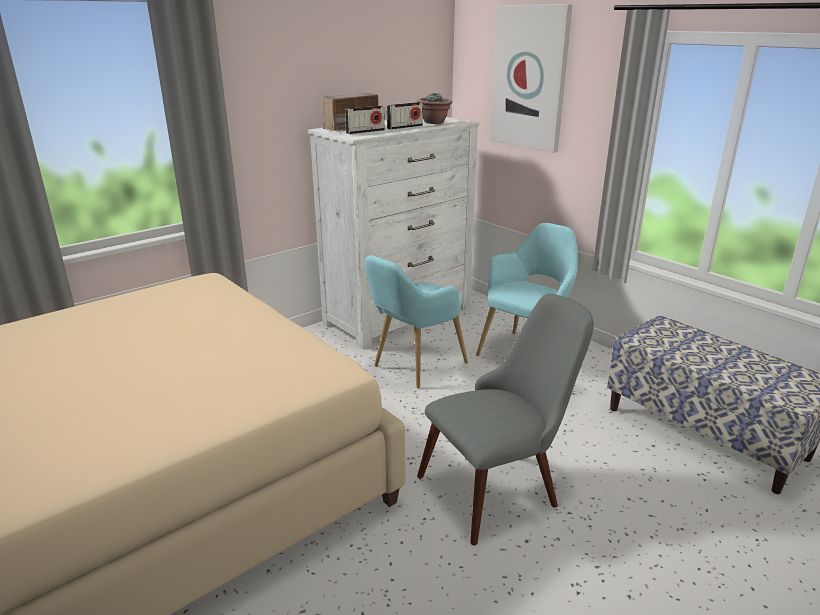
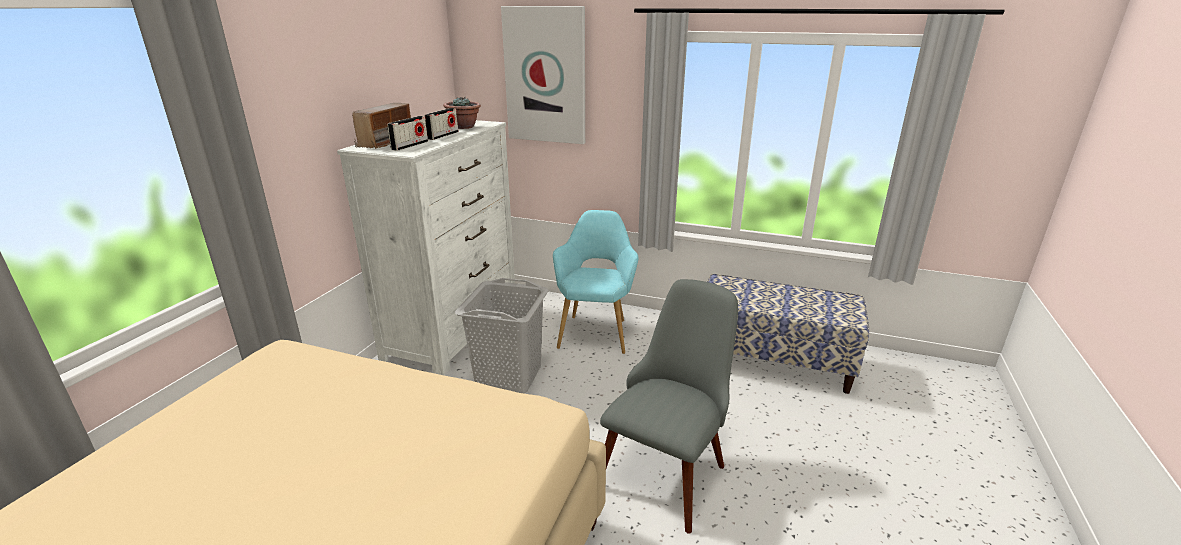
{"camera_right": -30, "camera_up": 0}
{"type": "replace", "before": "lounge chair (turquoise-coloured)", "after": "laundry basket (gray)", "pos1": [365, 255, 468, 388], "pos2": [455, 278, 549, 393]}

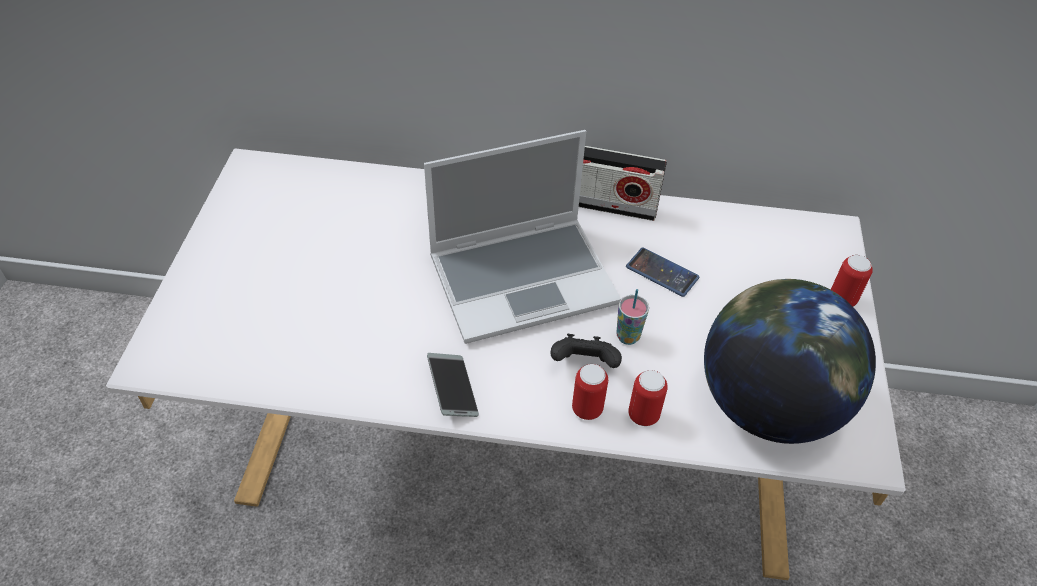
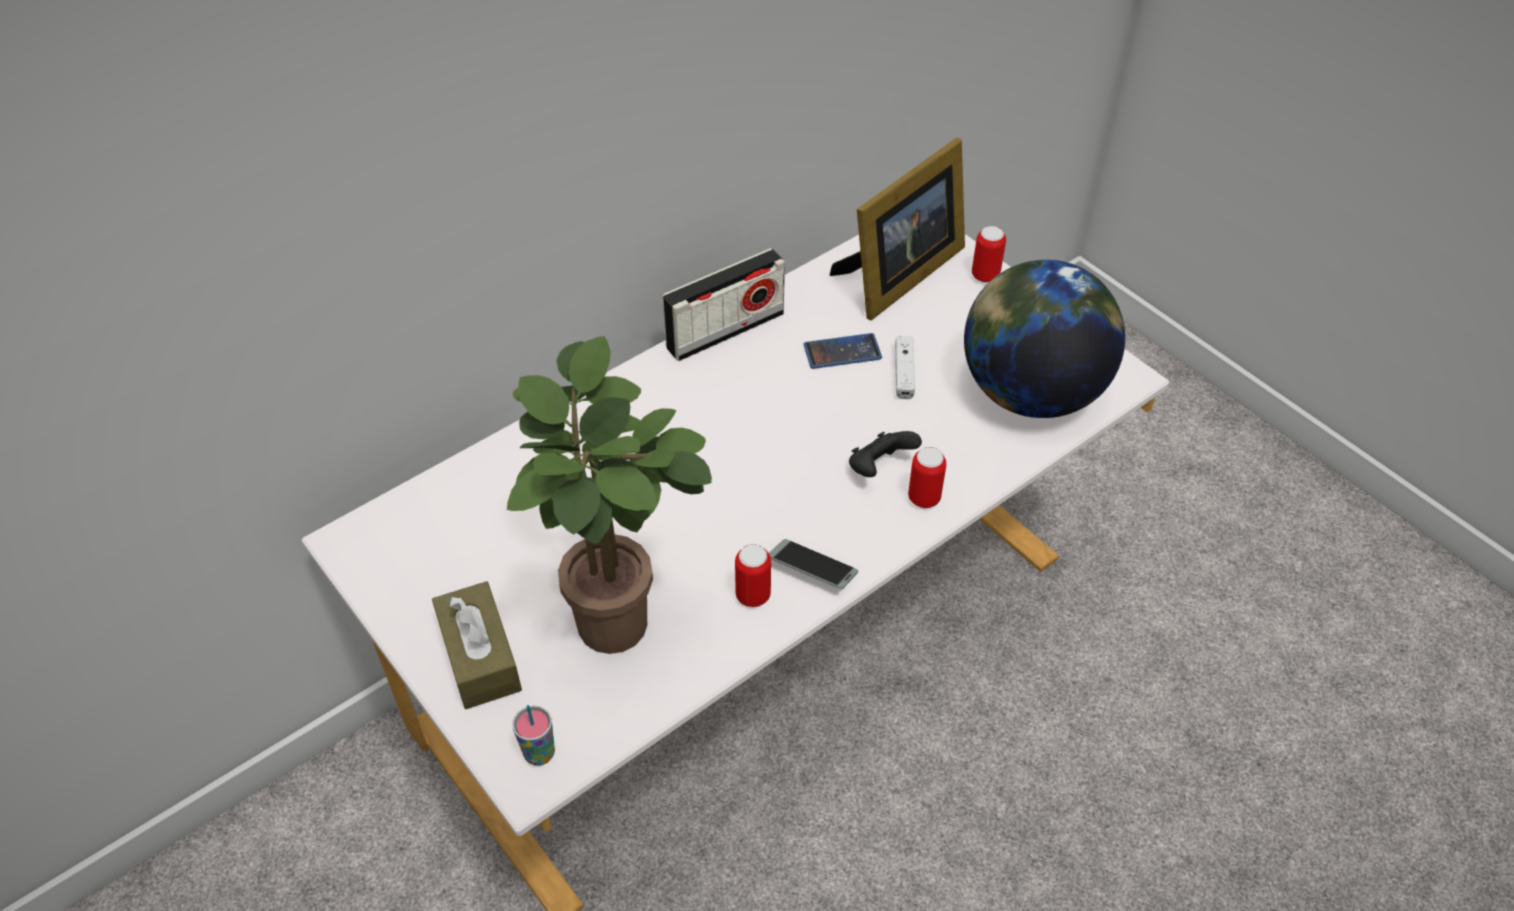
{"camera_right": -45, "camera_up": 0}
{"type": "delete", "before": "laptop", "pos1": [424, 130, 621, 344]}
{"type": "move", "before": "drinking cup", "pos1": [616, 289, 649, 345], "pos2": [512, 705, 555, 766]}
{"type": "move", "before": "can", "pos1": [628, 370, 668, 426], "pos2": [735, 544, 771, 607]}
{"type": "insert", "after": "box of tissues (brownish)", "pos2": [432, 581, 522, 709]}
{"type": "insert", "after": "plant in a pot", "pos2": [507, 336, 712, 654]}
{"type": "insert", "after": "picture frame", "pos2": [830, 137, 965, 320]}
{"type": "insert", "after": "gamepad (white-coloured)", "pos2": [895, 336, 915, 399]}

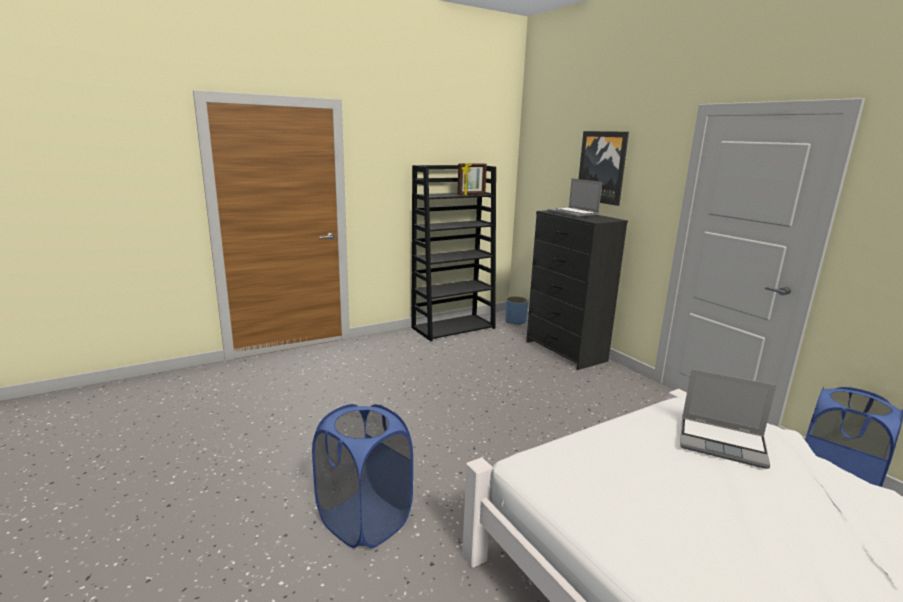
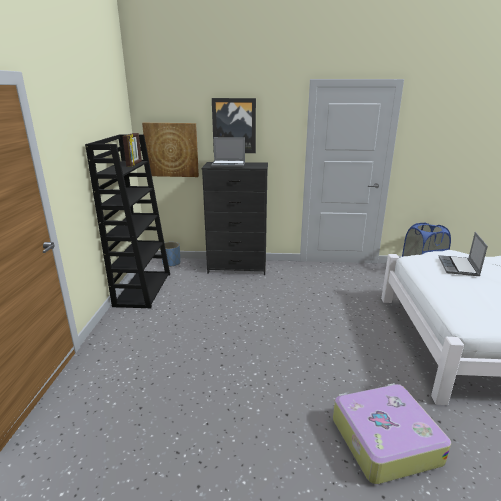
{"camera_right": -55, "camera_up": 5}
{"type": "replace", "before": "laundry basket (blue)", "after": "suitcase", "pos1": [312, 404, 413, 548], "pos2": [333, 383, 451, 484]}
{"type": "rotate", "before": "laptop", "pos1": [680, 369, 776, 469], "pos2": [439, 232, 488, 276], "turn": 135}
{"type": "insert", "after": "wall picture", "pos2": [142, 123, 199, 177]}

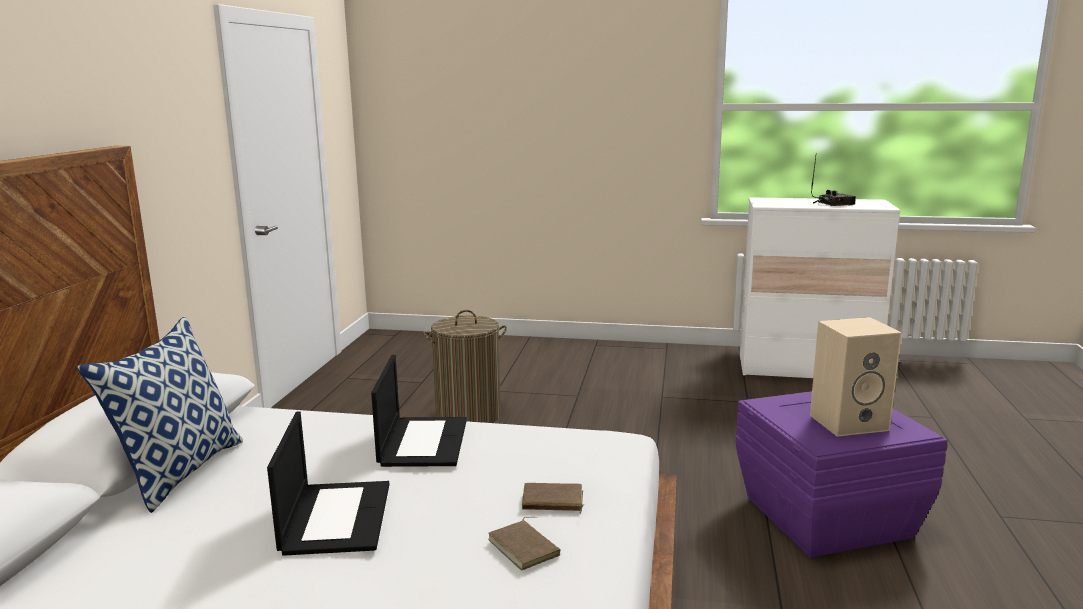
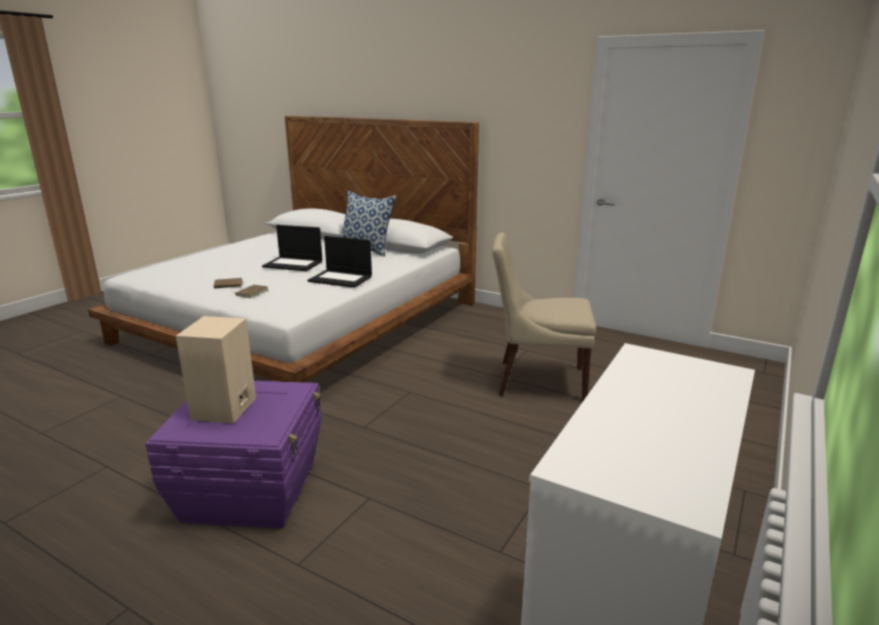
{"camera_right": 110, "camera_up": 5}
{"type": "replace", "before": "laundry basket", "after": "chair (sand-coloured)", "pos1": [423, 310, 507, 423], "pos2": [492, 233, 596, 402]}
{"type": "delete", "before": "radio receiver", "pos1": [811, 157, 856, 206]}

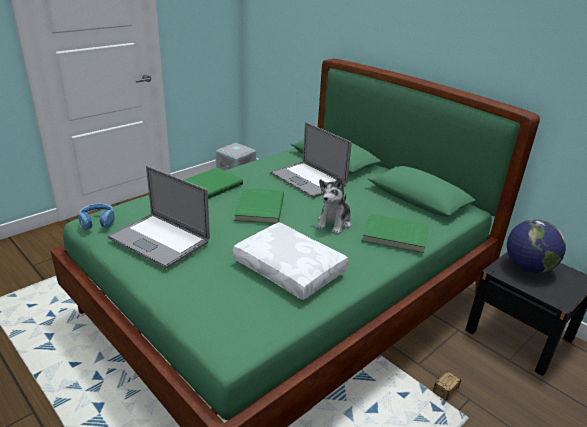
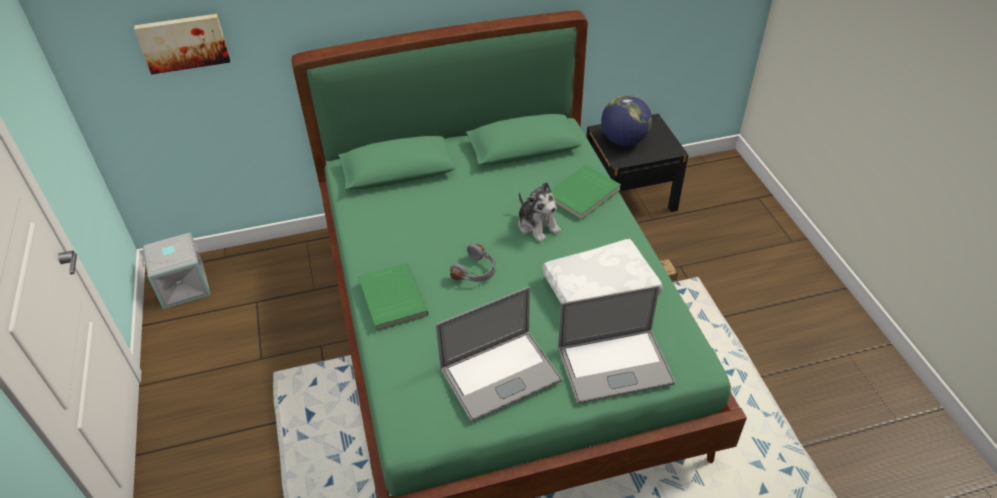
{"camera_right": -60, "camera_up": 15}
{"type": "delete", "before": "pair of headphones (blue)", "pos1": [78, 204, 115, 230]}
{"type": "replace", "before": "book (green)", "after": "pair of headphones (gray)", "pos1": [235, 188, 284, 224], "pos2": [450, 244, 496, 282]}
{"type": "move", "before": "laptop", "pos1": [270, 122, 352, 198], "pos2": [558, 285, 675, 404]}
{"type": "insert", "after": "wall picture", "pos2": [134, 14, 230, 75]}

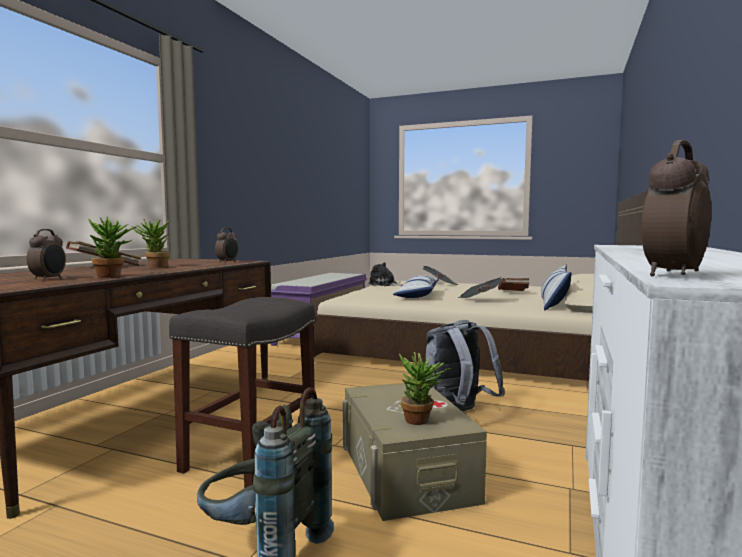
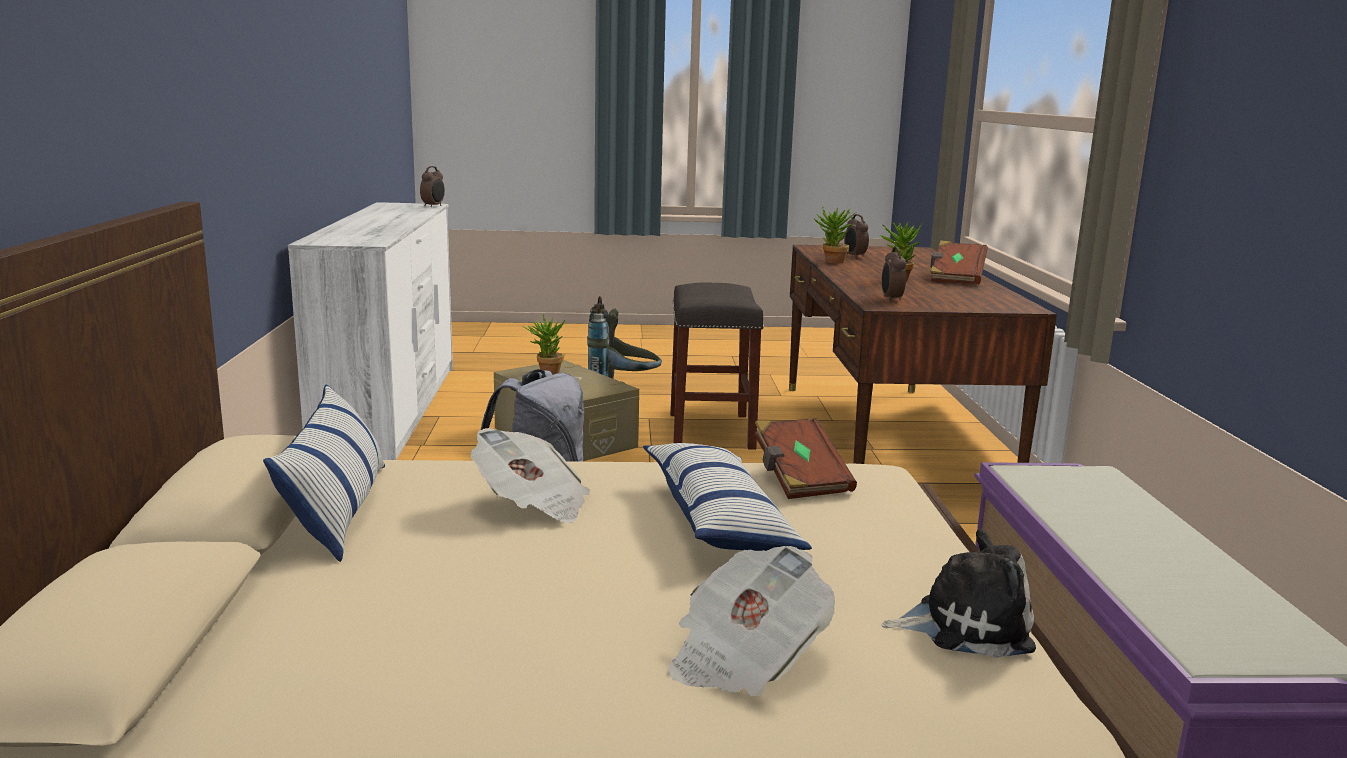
{"camera_right": 155, "camera_up": 10}
{"type": "move", "before": "book (brownish)", "pos1": [498, 278, 529, 291], "pos2": [754, 418, 857, 499]}

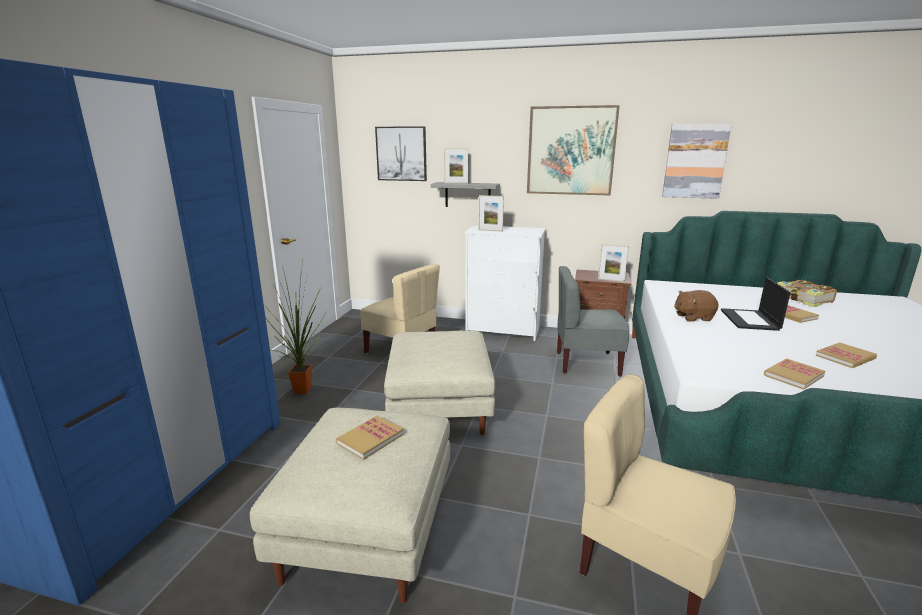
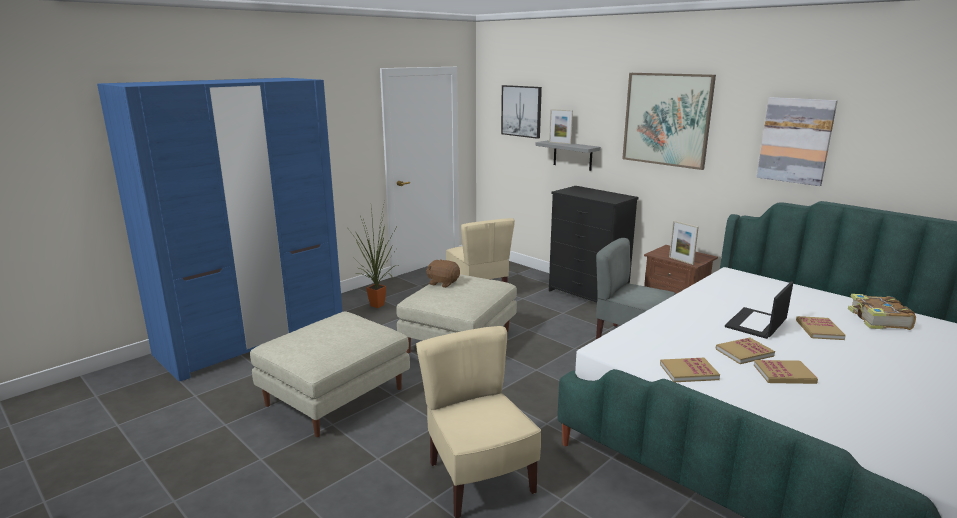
{"camera_right": 30, "camera_up": 0}
{"type": "move", "before": "book", "pos1": [336, 416, 404, 460], "pos2": [715, 337, 775, 364]}
{"type": "recolor", "before": "drawer chest (white-coloured)", "after": "drawer chest (black-coloured)", "pos1": [465, 225, 546, 341], "pos2": [549, 186, 639, 303]}
{"type": "delete", "before": "picture frame", "pos1": [479, 195, 504, 232]}
{"type": "move", "before": "plush toy (brownish)", "pos1": [674, 290, 718, 322], "pos2": [426, 259, 460, 288]}

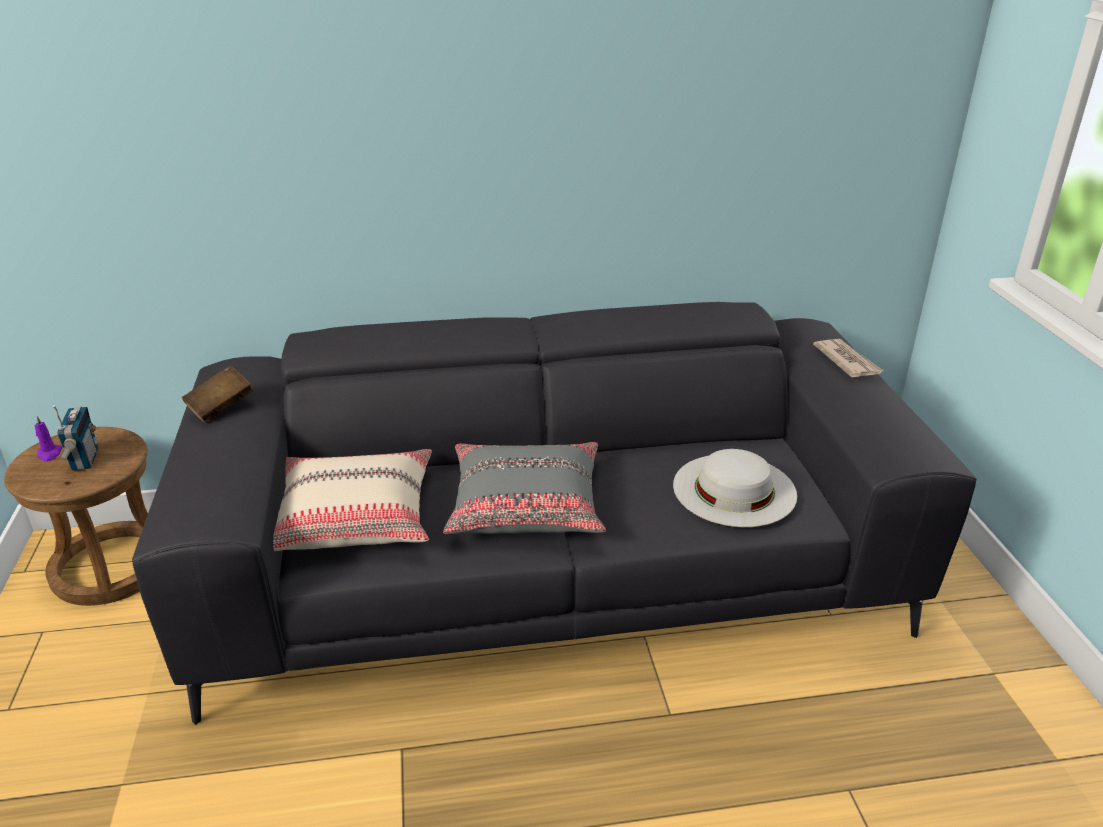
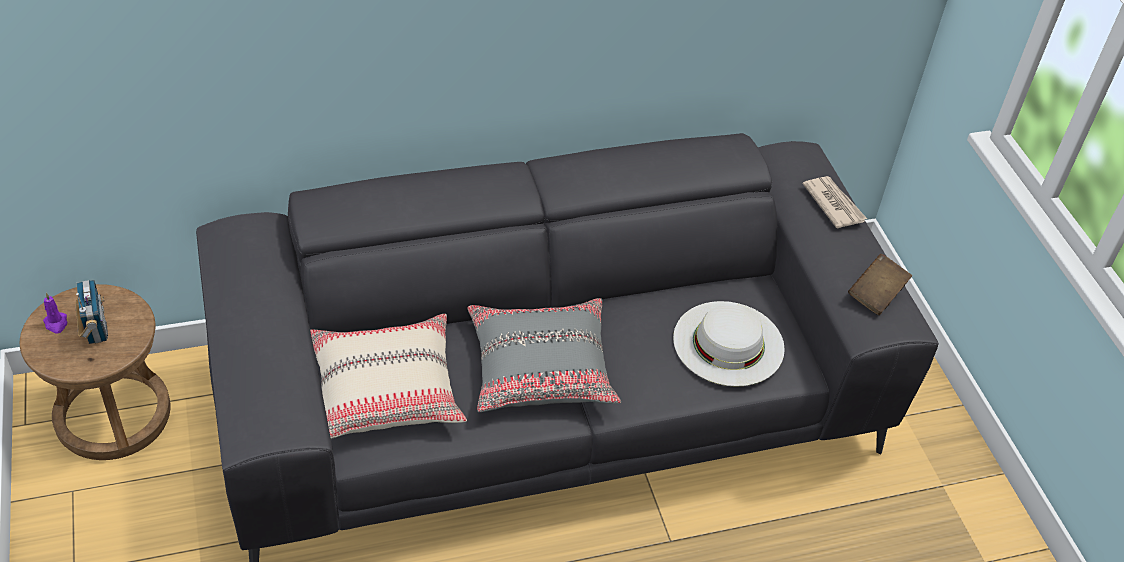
{"camera_right": -10, "camera_up": 15}
{"type": "move", "before": "book (brownish)", "pos1": [182, 365, 254, 423], "pos2": [848, 254, 912, 315]}

